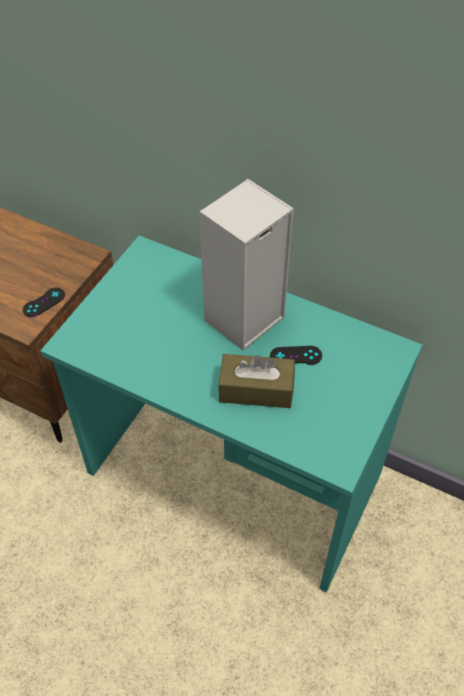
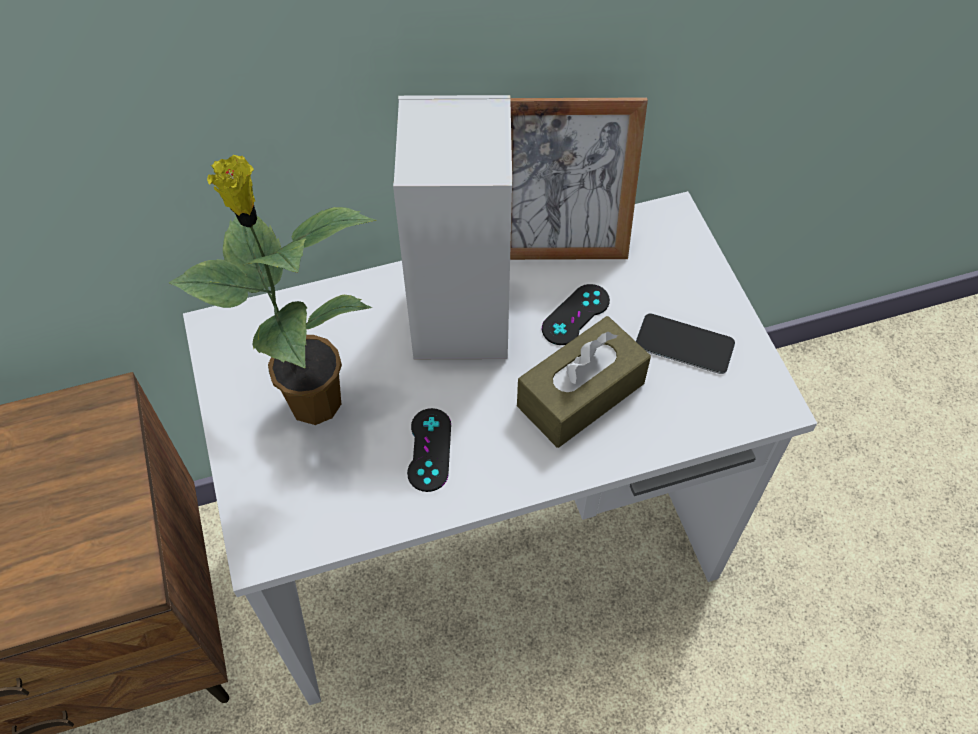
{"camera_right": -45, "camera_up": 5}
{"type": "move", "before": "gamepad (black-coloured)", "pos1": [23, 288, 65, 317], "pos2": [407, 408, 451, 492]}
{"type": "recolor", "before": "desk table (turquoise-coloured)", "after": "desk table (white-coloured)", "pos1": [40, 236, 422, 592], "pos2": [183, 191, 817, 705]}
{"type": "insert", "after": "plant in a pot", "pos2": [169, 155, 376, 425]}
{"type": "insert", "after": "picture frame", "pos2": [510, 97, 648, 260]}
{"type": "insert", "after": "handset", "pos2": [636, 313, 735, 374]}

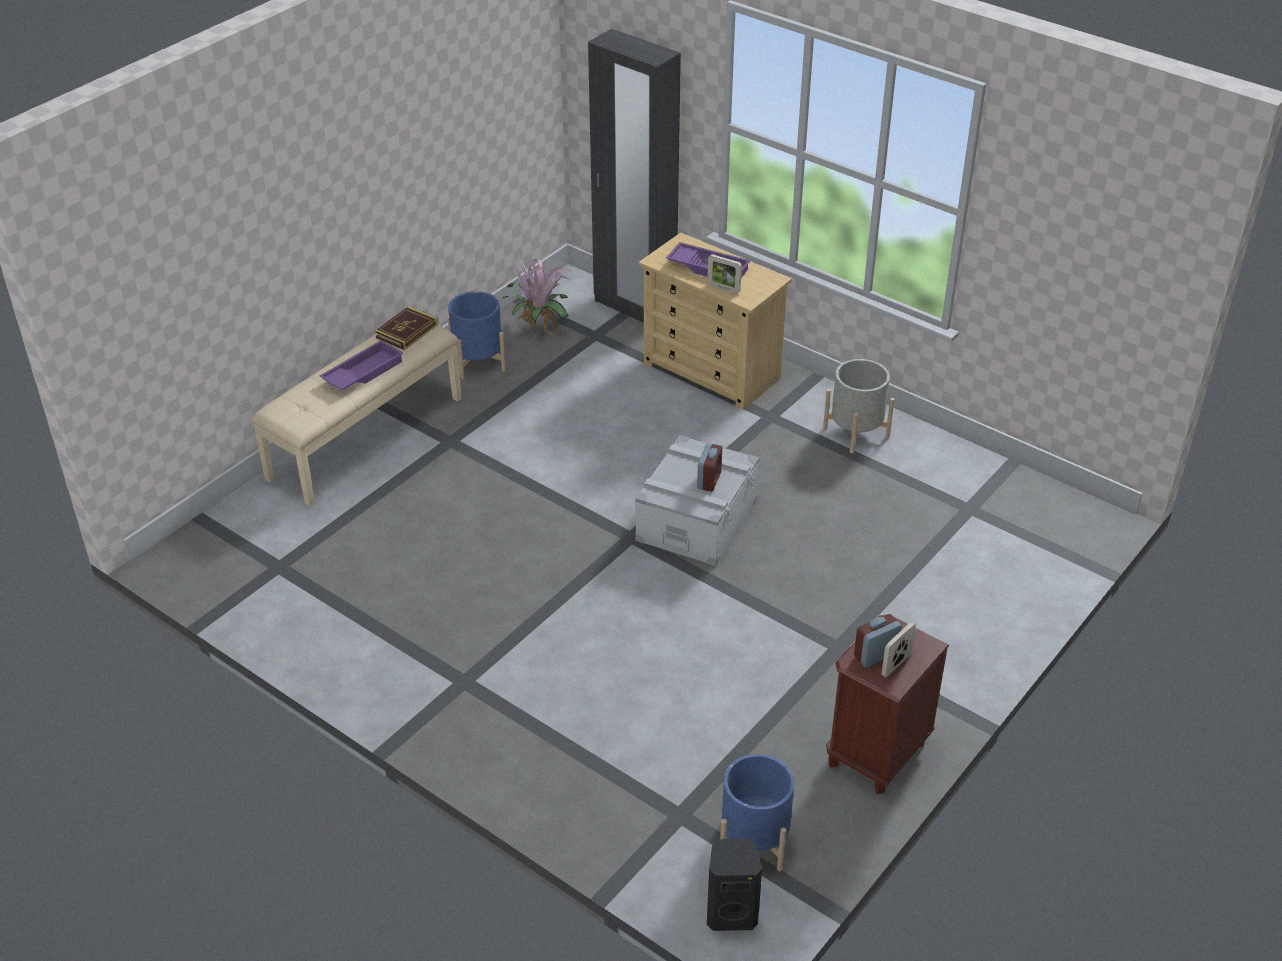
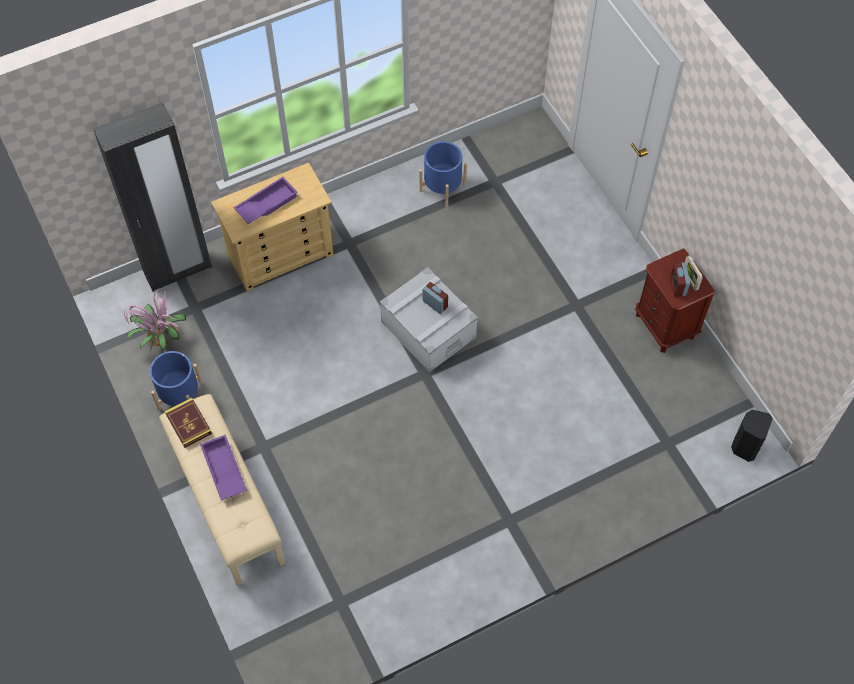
{"camera_right": -65, "camera_up": 20}
{"type": "delete", "before": "picture frame", "pos1": [707, 254, 742, 293]}
{"type": "move", "before": "planter (blue)", "pos1": [720, 754, 794, 871], "pos2": [419, 141, 467, 207]}
{"type": "delete", "before": "planter (gray)", "pos1": [823, 359, 895, 453]}

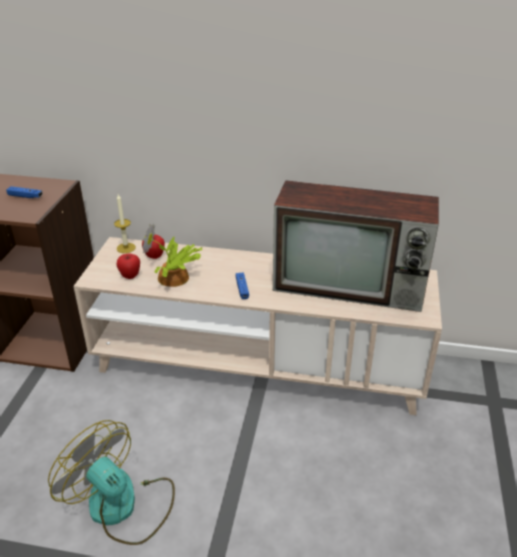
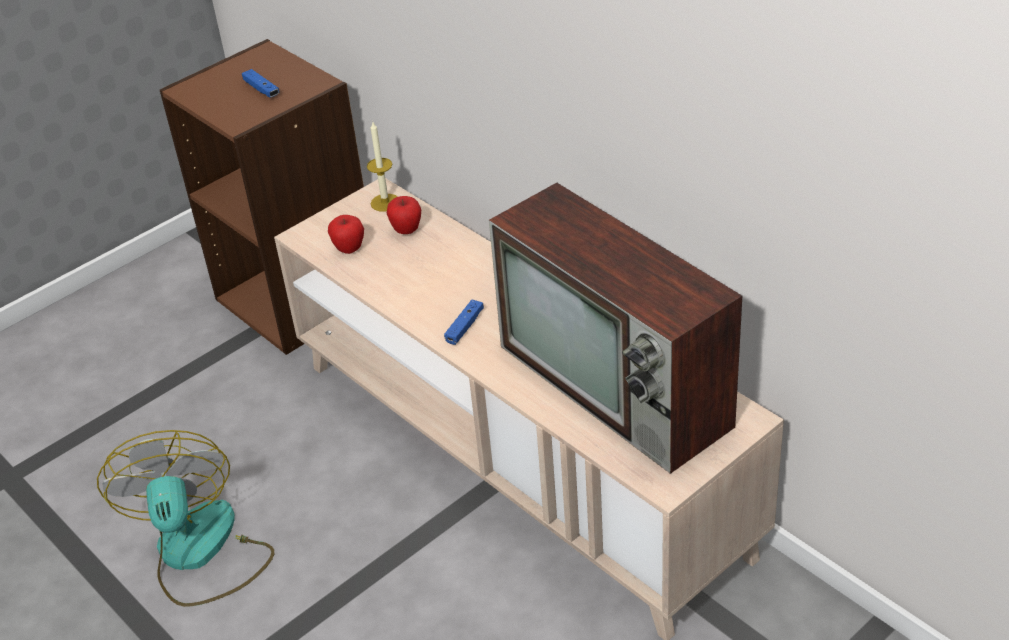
{"camera_right": 40, "camera_up": 5}
{"type": "delete", "before": "plant in a pot", "pos1": [142, 223, 203, 287]}

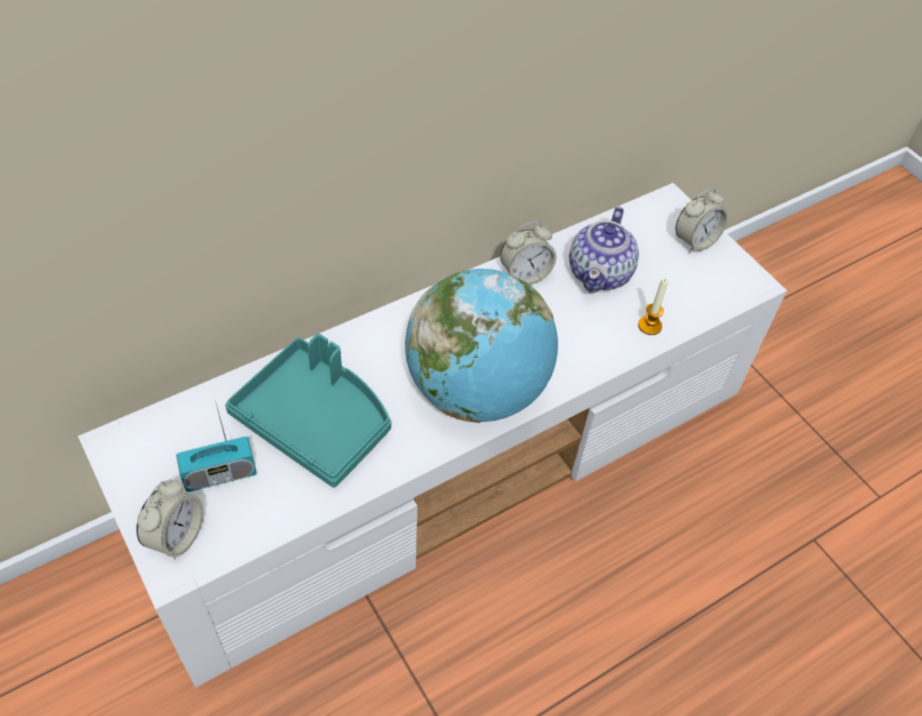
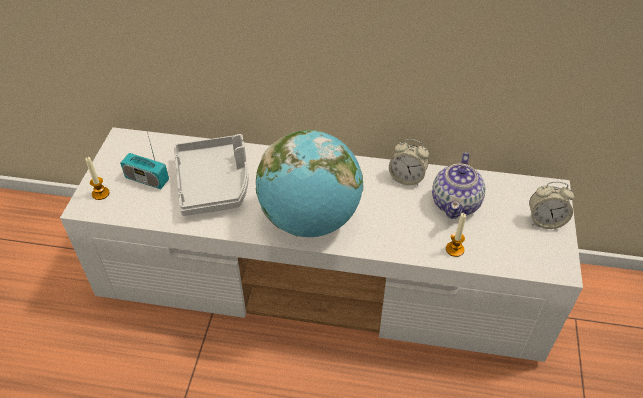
{"camera_right": 45, "camera_up": -5}
{"type": "replace", "before": "alarm clock", "after": "wax candle", "pos1": [136, 479, 203, 560], "pos2": [85, 157, 110, 200]}
{"type": "recolor", "before": "serving tray (turquoise-coloured)", "after": "serving tray (gray)", "pos1": [225, 334, 391, 488], "pos2": [174, 134, 248, 216]}
{"type": "rotate", "before": "tea pot", "pos1": [569, 206, 639, 293], "pos2": [432, 152, 485, 219], "turn": -45}

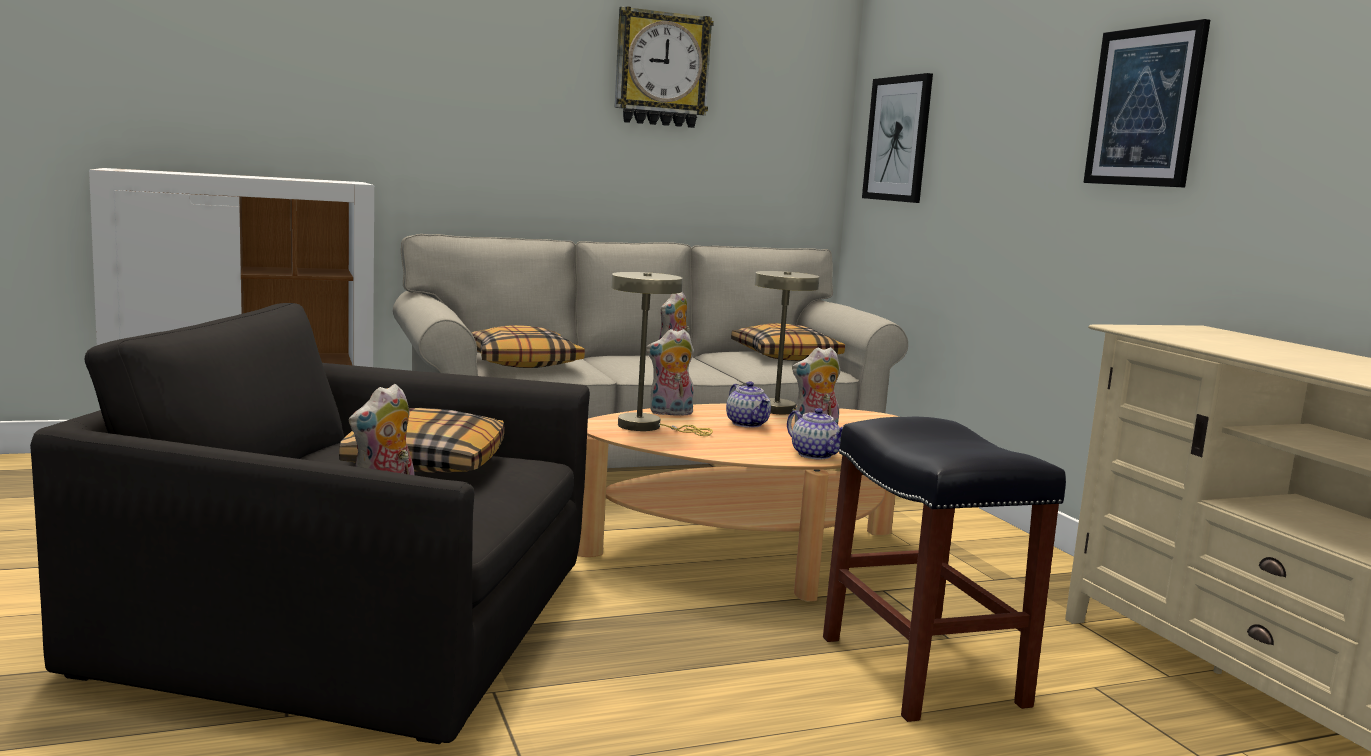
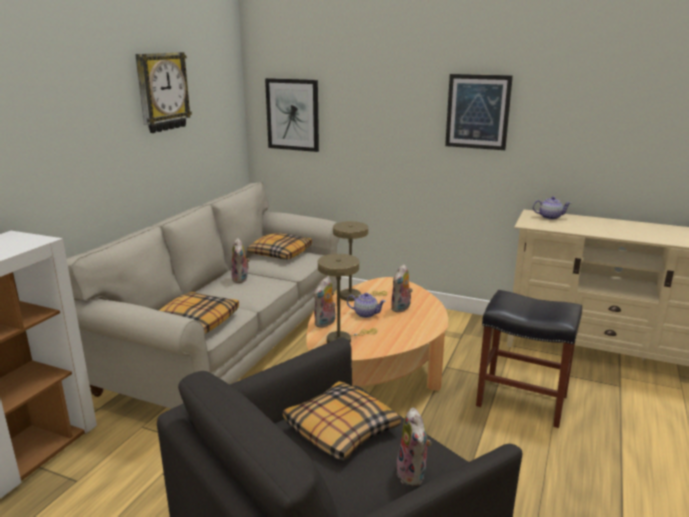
{"camera_right": -45, "camera_up": 10}
{"type": "move", "before": "tea pot", "pos1": [787, 408, 843, 459], "pos2": [533, 196, 571, 220]}

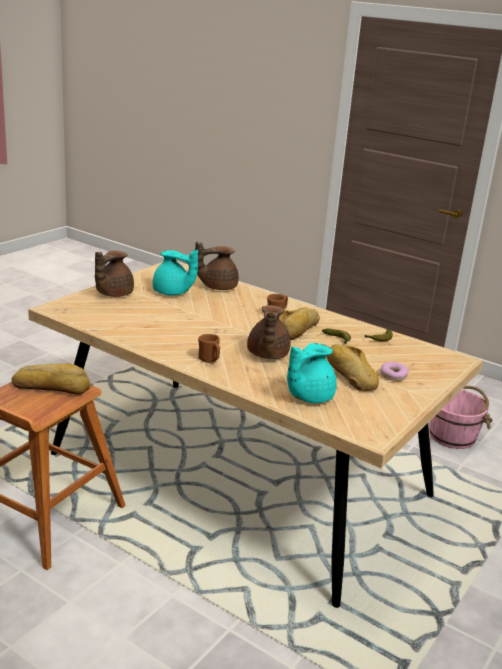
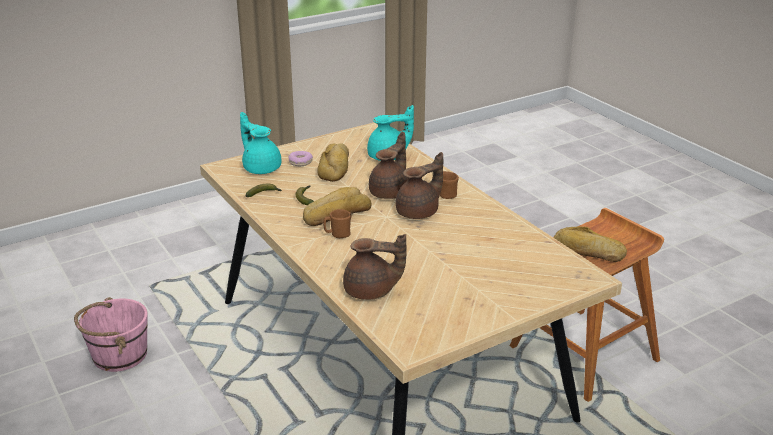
{"camera_right": -155, "camera_up": 5}
{"type": "move", "before": "tea pot (brownish)", "pos1": [95, 250, 134, 297], "pos2": [396, 152, 443, 219]}
{"type": "move", "before": "tea pot (turquoise-coloured)", "pos1": [152, 250, 198, 295], "pos2": [240, 112, 281, 174]}

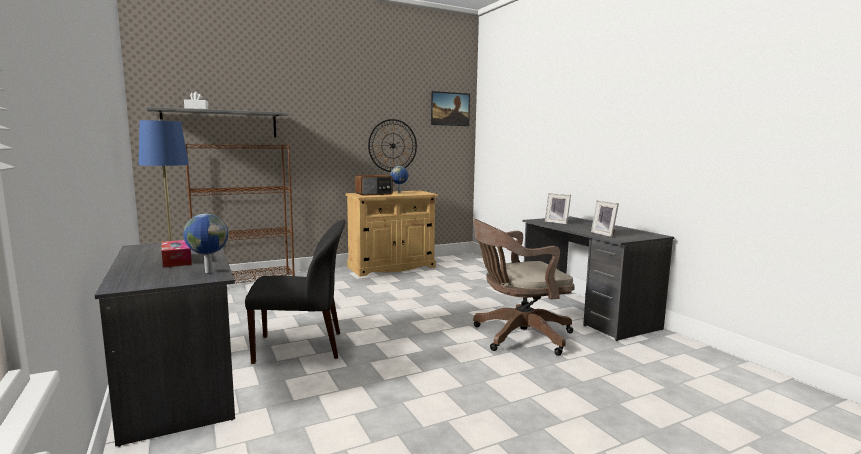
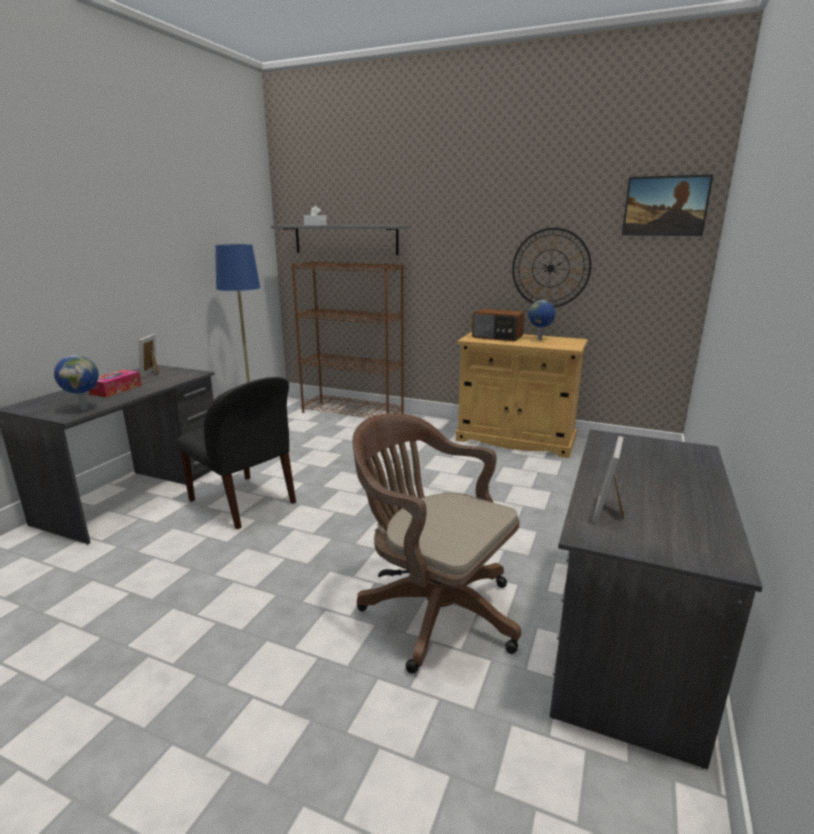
{"camera_right": 50, "camera_up": 10}
{"type": "move", "before": "picture frame", "pos1": [545, 193, 571, 224], "pos2": [139, 334, 160, 377]}

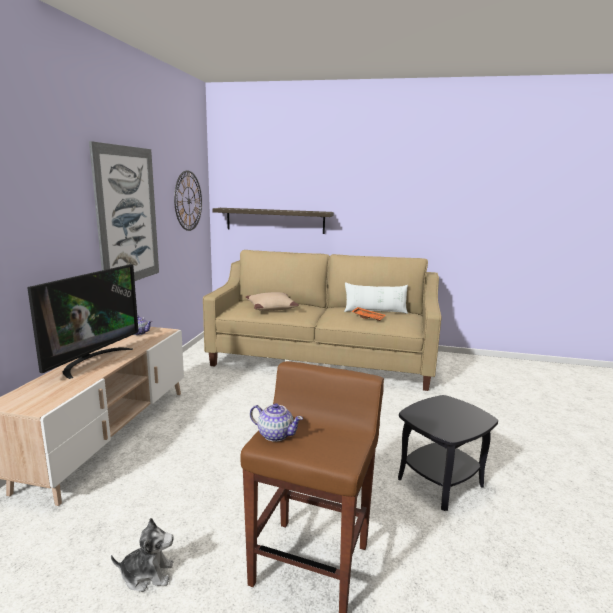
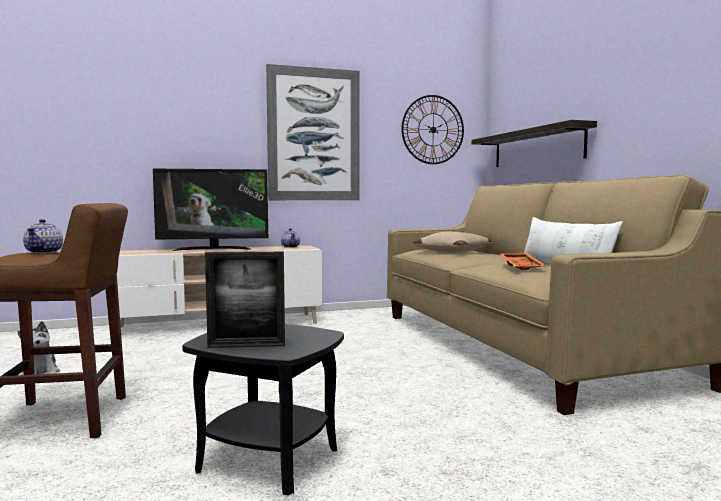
{"camera_right": 60, "camera_up": -10}
{"type": "insert", "after": "picture frame", "pos2": [205, 251, 285, 348]}

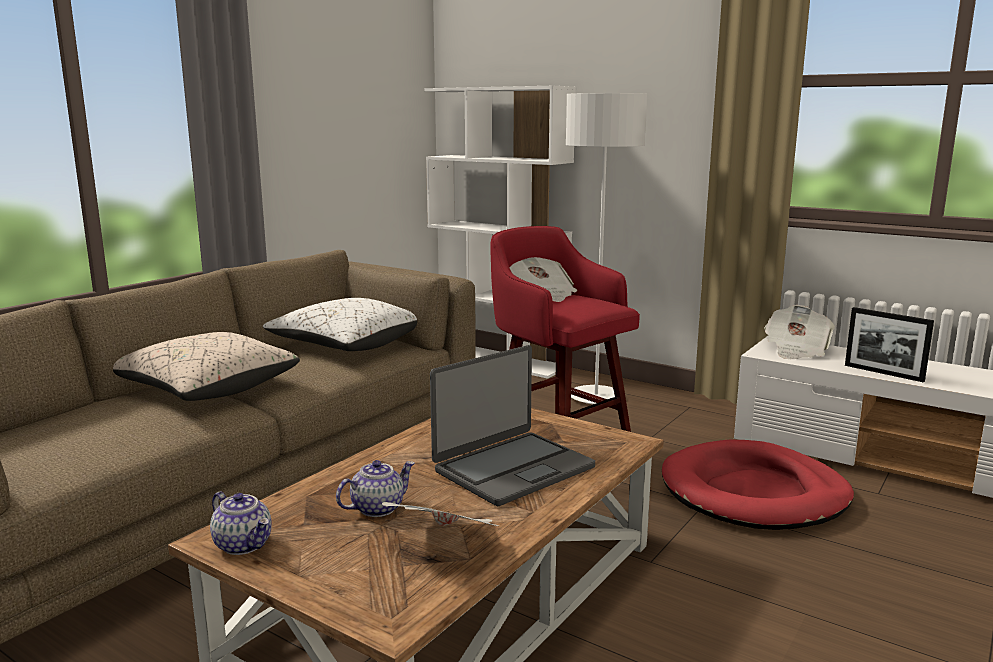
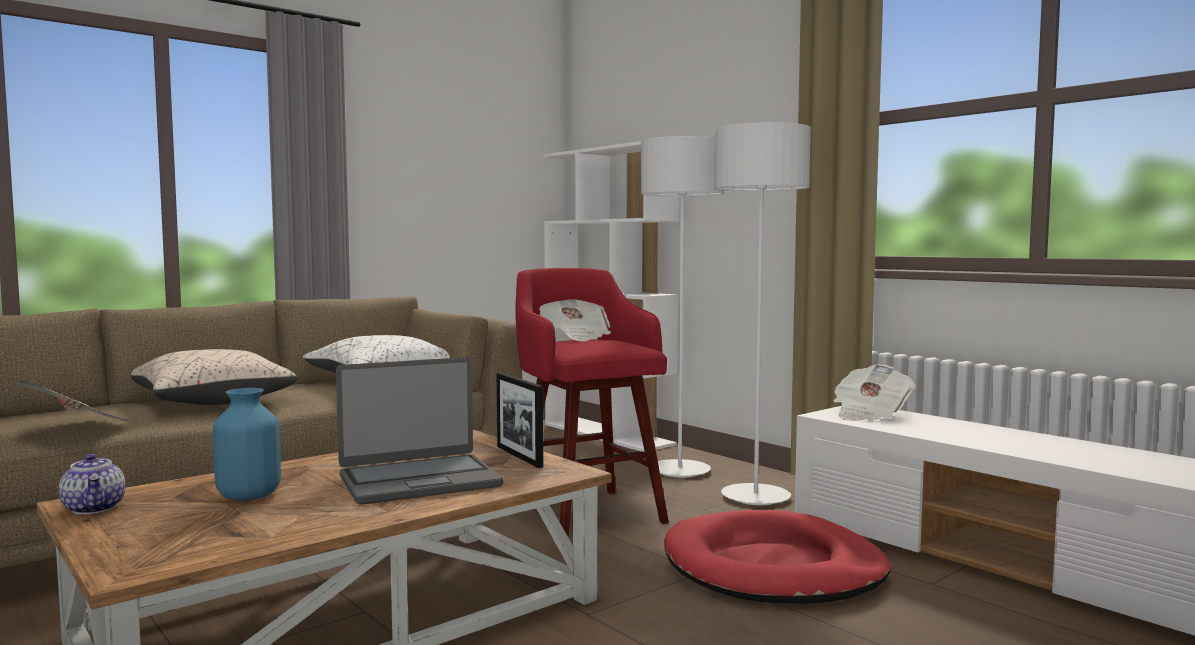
{"camera_right": 15, "camera_up": -10}
{"type": "replace", "before": "tea pot", "after": "flower vase (blue)", "pos1": [336, 460, 415, 517], "pos2": [213, 388, 281, 501]}
{"type": "move", "before": "daily paper", "pos1": [382, 502, 499, 526], "pos2": [16, 381, 132, 422]}
{"type": "move", "before": "picture frame", "pos1": [845, 307, 934, 382], "pos2": [497, 373, 543, 468]}
{"type": "insert", "after": "floor lamp (white-coloured)", "pos2": [715, 122, 811, 505]}

